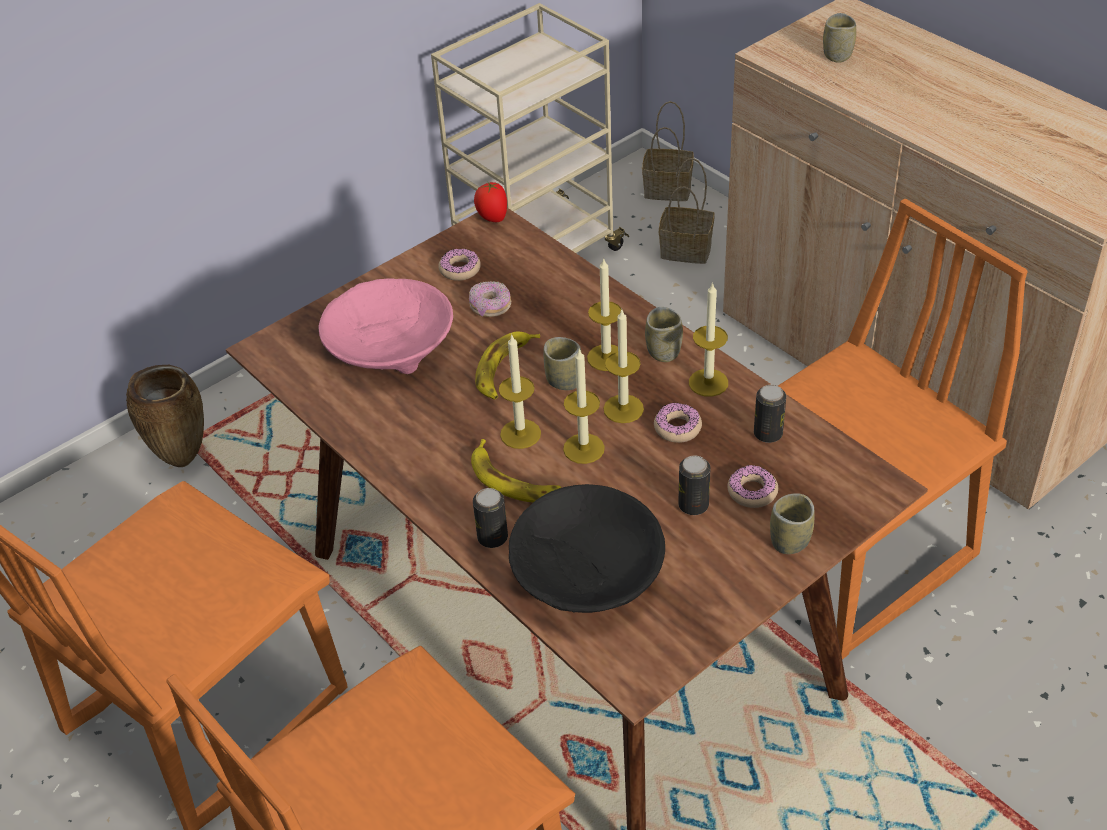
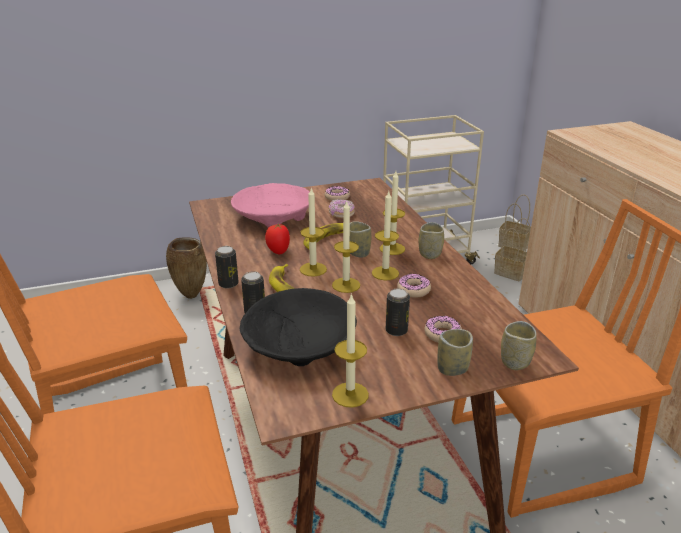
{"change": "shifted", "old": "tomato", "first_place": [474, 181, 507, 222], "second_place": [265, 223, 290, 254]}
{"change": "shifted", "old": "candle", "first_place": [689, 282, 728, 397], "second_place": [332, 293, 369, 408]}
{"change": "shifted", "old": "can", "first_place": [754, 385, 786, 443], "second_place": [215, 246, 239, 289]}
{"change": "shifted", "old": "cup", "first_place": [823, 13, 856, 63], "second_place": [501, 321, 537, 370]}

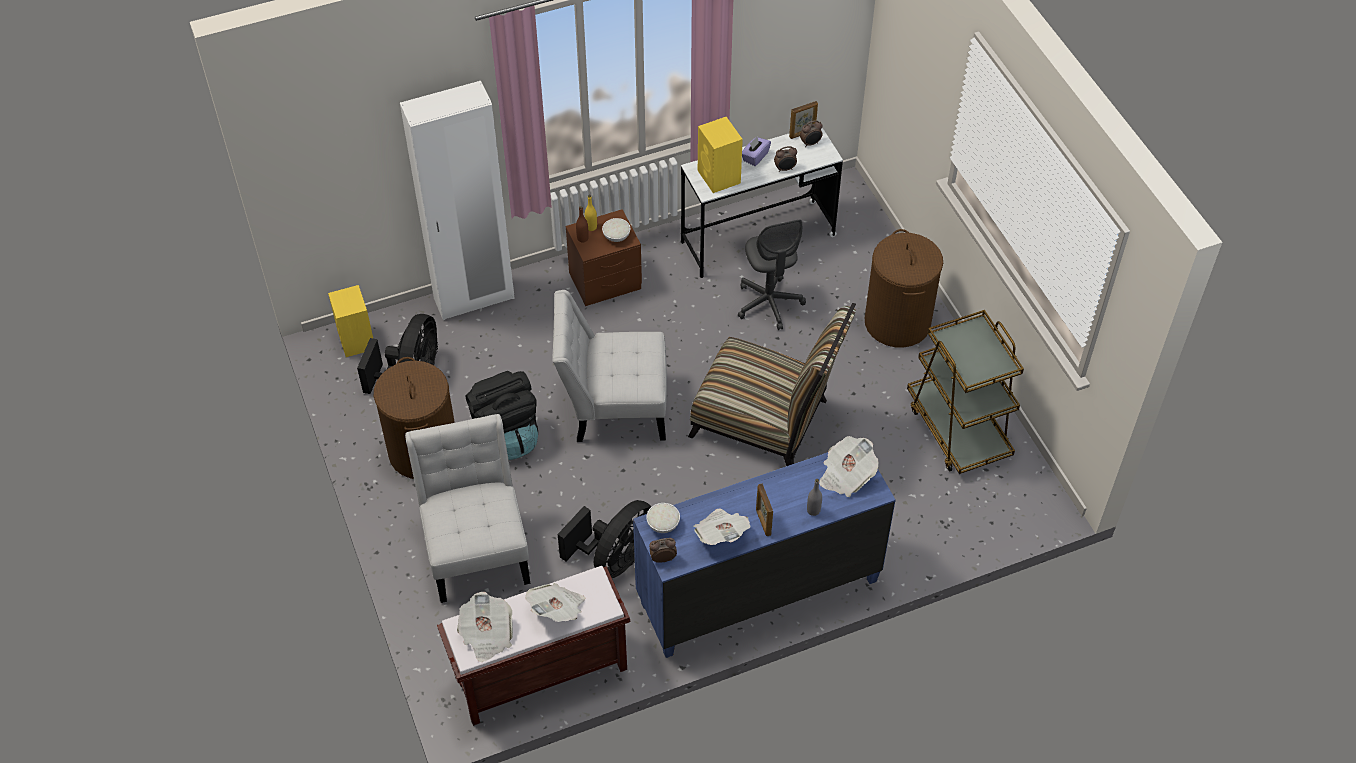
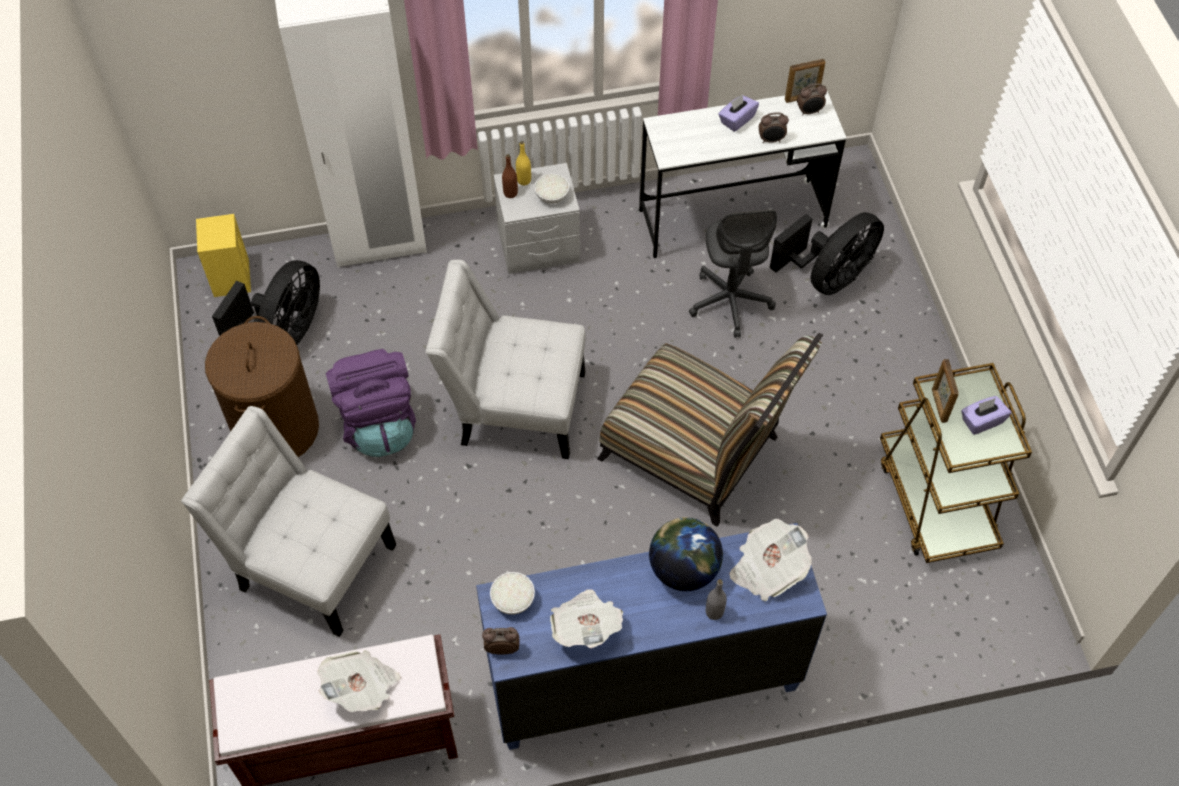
{"change": "rotated", "old": "white chair", "first_place": [405, 414, 530, 603], "second_place": [181, 406, 396, 637], "degrees": -60}
{"change": "gone", "old": "newspaper", "first_place": [457, 592, 513, 662]}
{"change": "repainted", "old": "black backpack", "new": "purple backpack", "first_place": [465, 371, 538, 460], "second_place": [326, 349, 416, 457]}
{"change": "shifted", "old": "black fan", "first_place": [558, 500, 652, 578], "second_place": [770, 212, 884, 295]}
{"change": "repainted", "old": "brown nightstand", "new": "grey nightstand", "first_place": [566, 209, 642, 306], "second_place": [494, 163, 580, 274]}
{"change": "gone", "old": "yellow speaker", "first_place": [698, 117, 743, 193]}
{"change": "shifted", "old": "picture frame", "first_place": [756, 484, 773, 536], "second_place": [932, 359, 959, 423]}
{"change": "gone", "old": "brown laundry basket", "first_place": [865, 229, 943, 347]}
{"change": "new", "new": "globe", "second_place": [649, 517, 723, 591]}
{"change": "new", "new": "purple tissue box", "second_place": [961, 396, 1011, 435]}

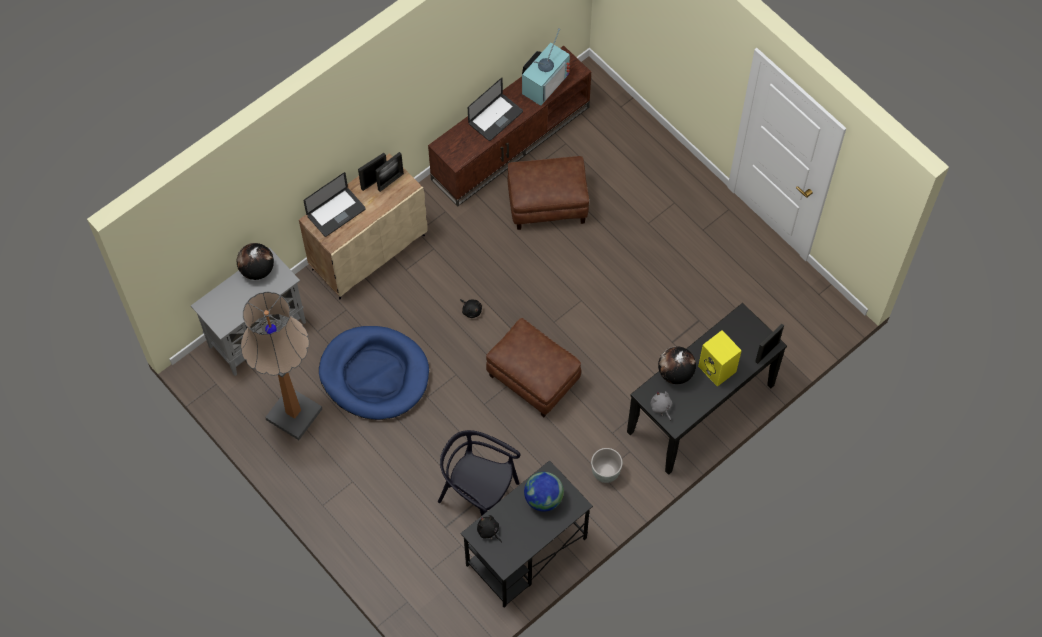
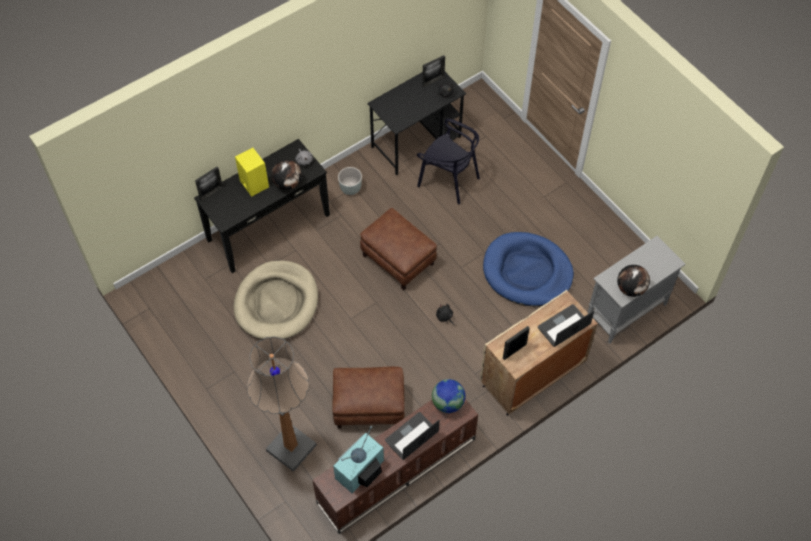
{"change": "shifted", "old": "floor lamp", "first_place": [241, 292, 322, 440], "second_place": [247, 337, 317, 472]}
{"change": "shifted", "old": "picture frame", "first_place": [358, 153, 387, 191], "second_place": [422, 55, 445, 87]}
{"change": "shifted", "old": "globe", "first_place": [524, 472, 564, 512], "second_place": [432, 379, 466, 413]}
{"change": "new", "new": "beige dog bed", "second_place": [234, 260, 318, 340]}

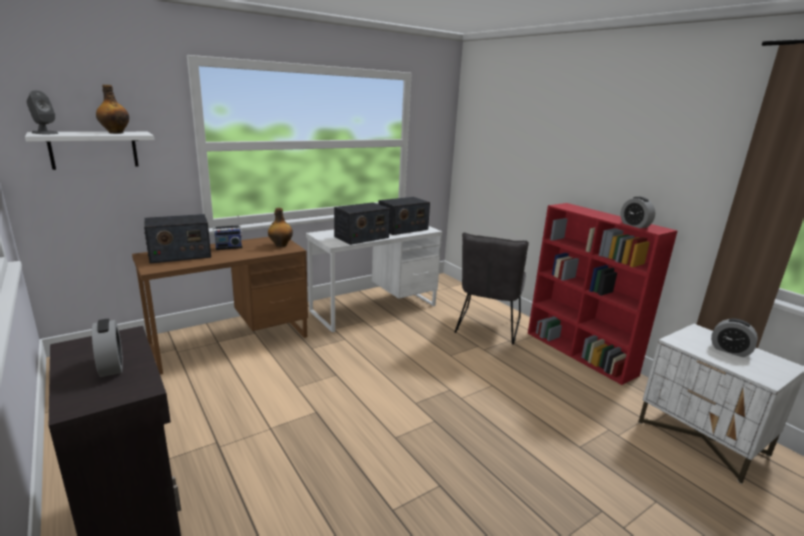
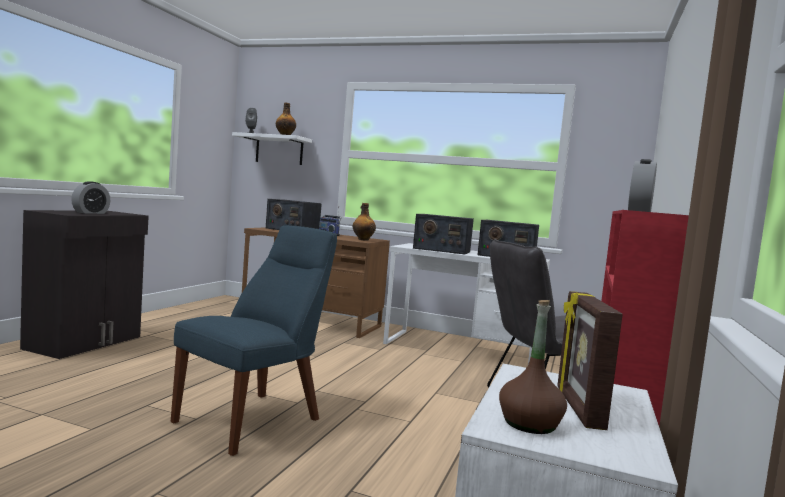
{"change": "swapped", "old": "alarm clock", "new": "picture frame", "first_place": [711, 318, 758, 357], "second_place": [557, 291, 623, 430]}
{"change": "new", "new": "blue chair", "second_place": [171, 225, 337, 456]}
{"change": "new", "new": "brown bottle", "second_place": [499, 300, 567, 434]}

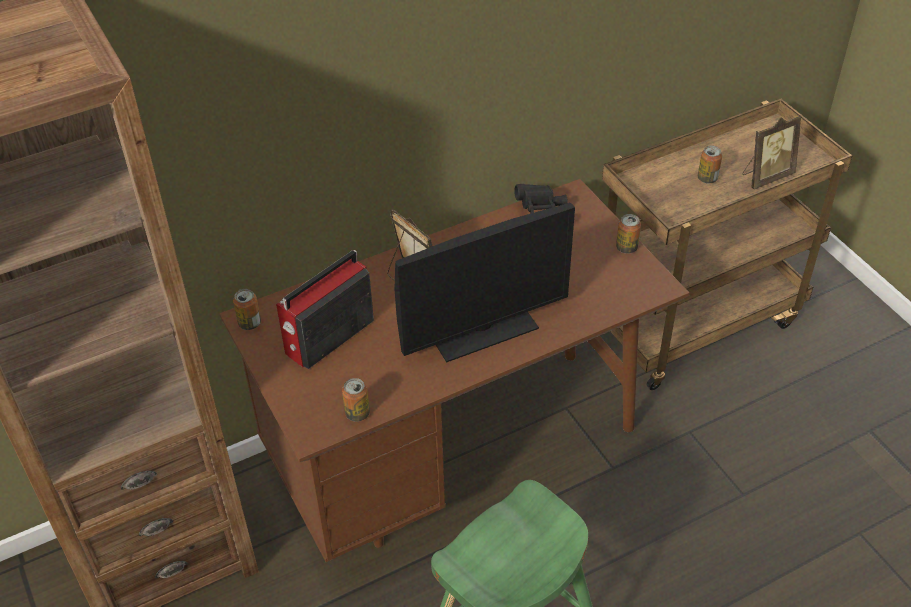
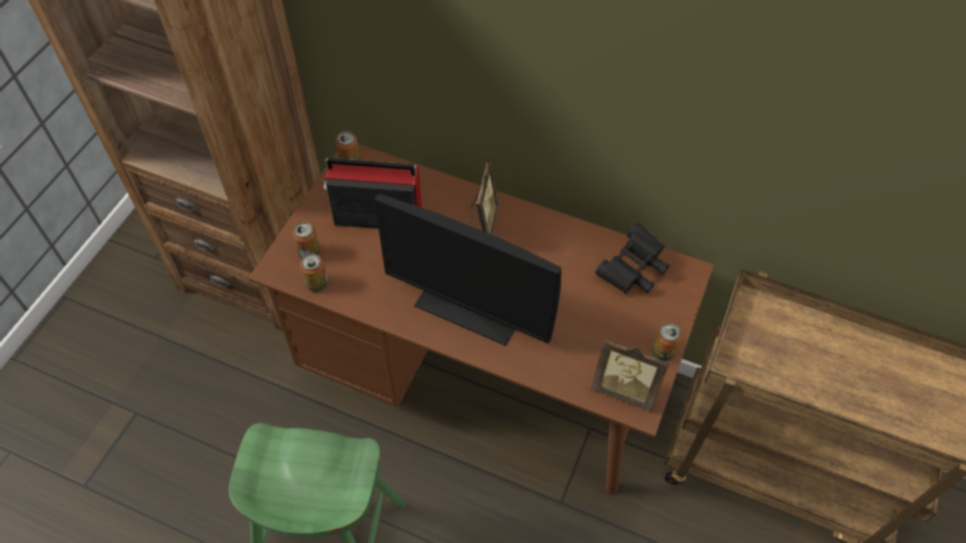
{"change": "shifted", "old": "can", "first_place": [698, 145, 722, 184], "second_place": [293, 222, 320, 258]}
{"change": "shifted", "old": "picture frame", "first_place": [742, 115, 802, 189], "second_place": [591, 338, 670, 412]}

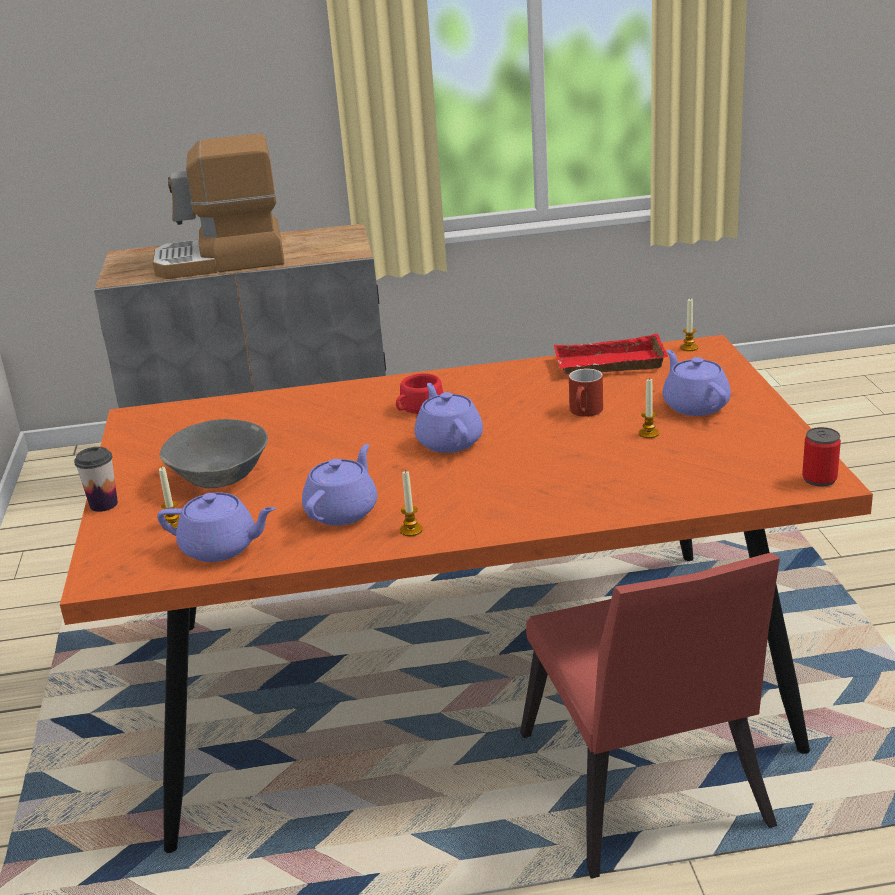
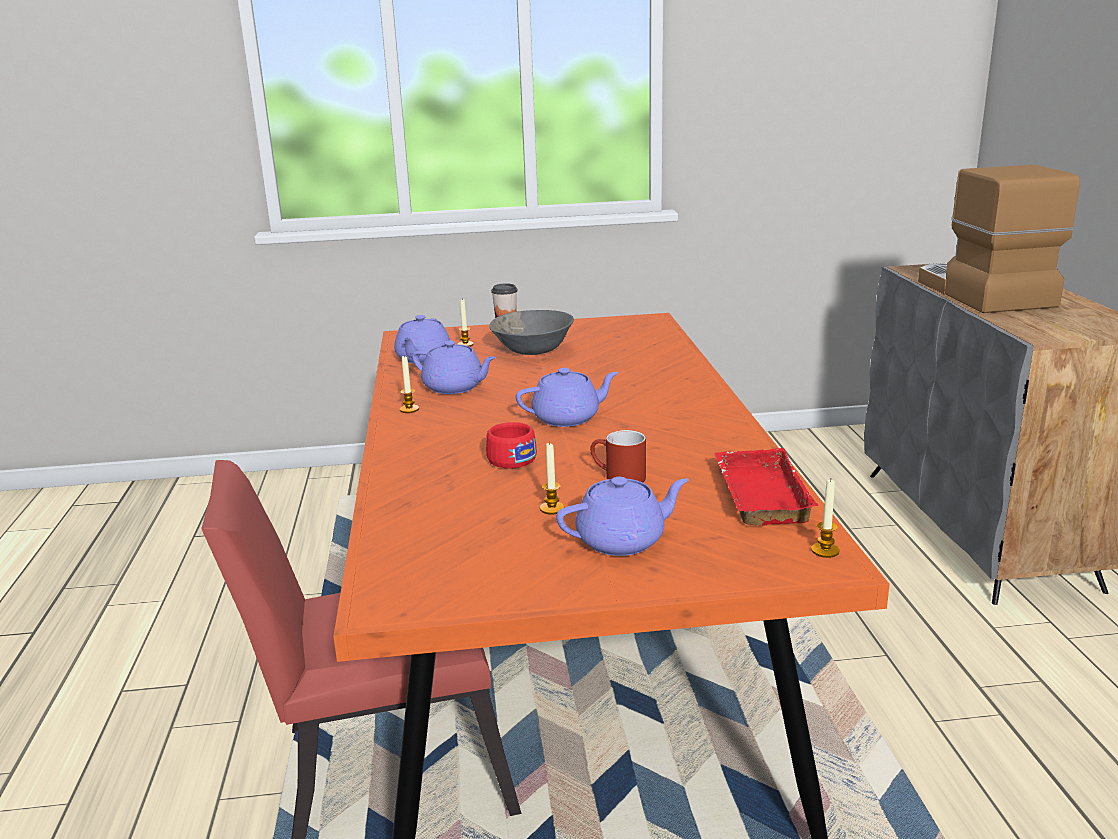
{"change": "shifted", "old": "red cup", "first_place": [396, 373, 443, 414], "second_place": [486, 422, 537, 469]}
{"change": "gone", "old": "can", "first_place": [802, 427, 841, 487]}

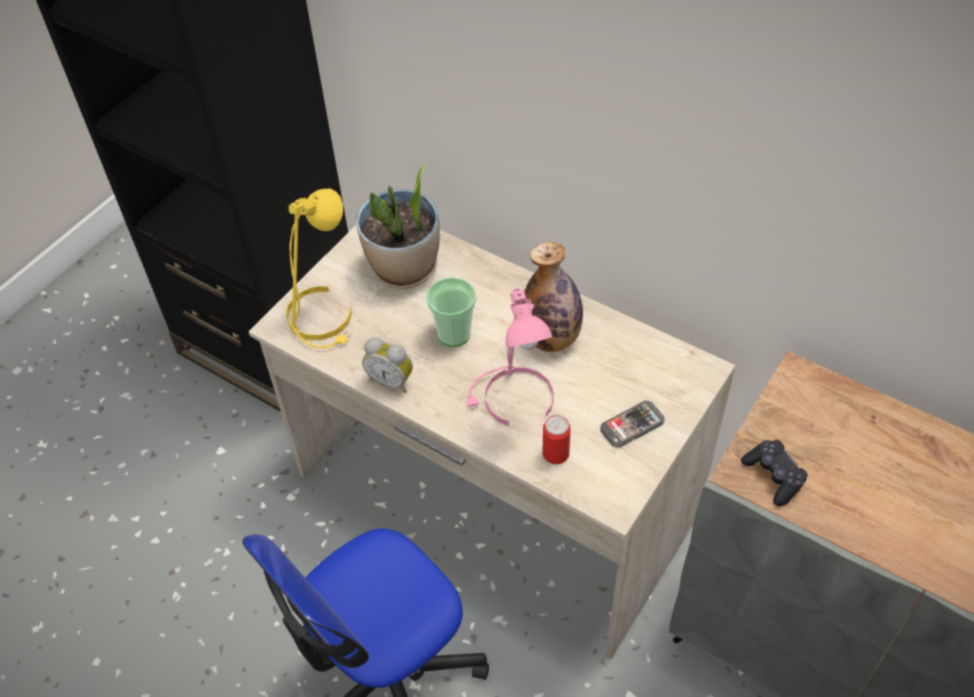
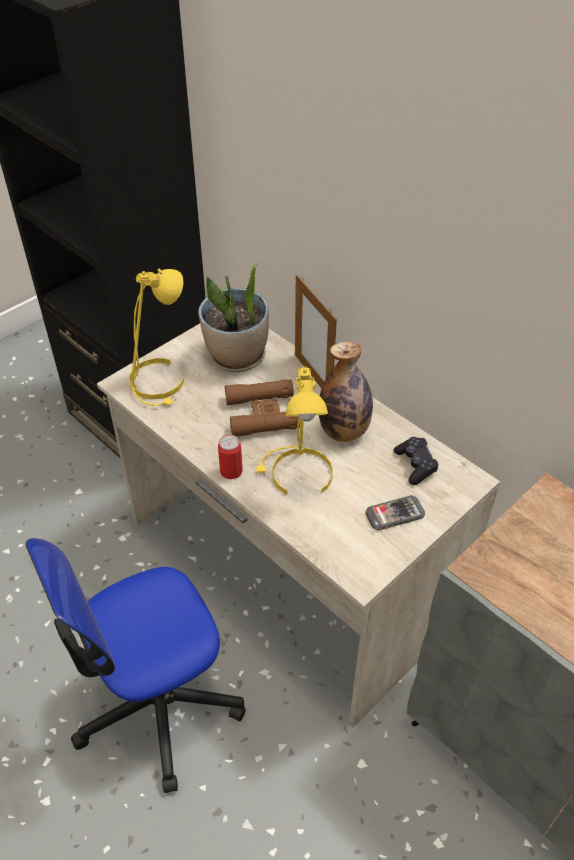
{"change": "gone", "old": "alarm clock", "first_place": [362, 337, 413, 393]}
{"change": "swapped", "old": "cup", "new": "brown binoculars", "first_place": [426, 277, 476, 347], "second_place": [225, 379, 300, 437]}
{"change": "repainted", "old": "pink table lamp", "new": "yellow table lamp", "first_place": [466, 288, 554, 426], "second_place": [256, 366, 333, 495]}
{"change": "shifted", "old": "can", "first_place": [542, 415, 571, 464], "second_place": [218, 435, 243, 479]}
{"change": "shifted", "old": "black game controller", "first_place": [741, 440, 808, 506], "second_place": [393, 437, 439, 485]}
{"change": "new", "new": "picture frame", "second_place": [295, 275, 337, 388]}

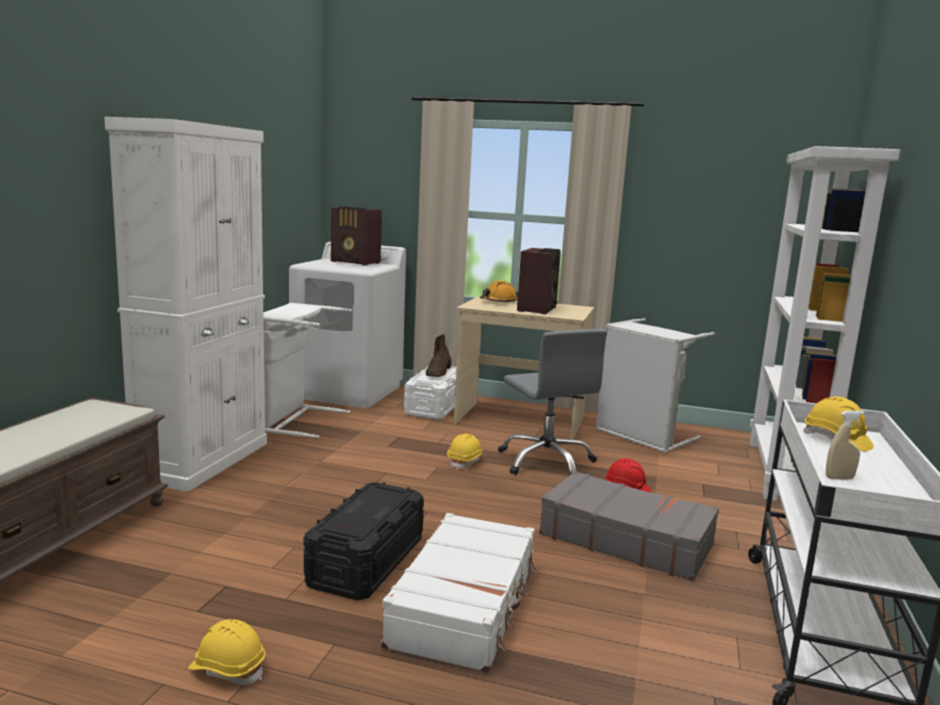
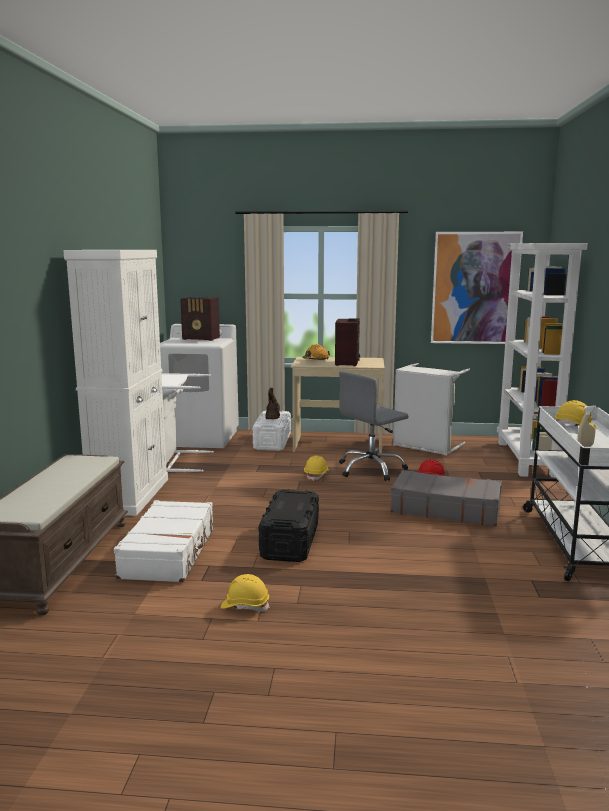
{"change": "shifted", "old": "white suitcase", "first_place": [381, 513, 537, 673], "second_place": [114, 500, 216, 583]}
{"change": "rotated", "old": "grey office chair", "first_place": [498, 329, 607, 475], "second_place": [339, 371, 408, 481], "degrees": 90}
{"change": "new", "new": "picture", "second_place": [431, 232, 523, 344]}

